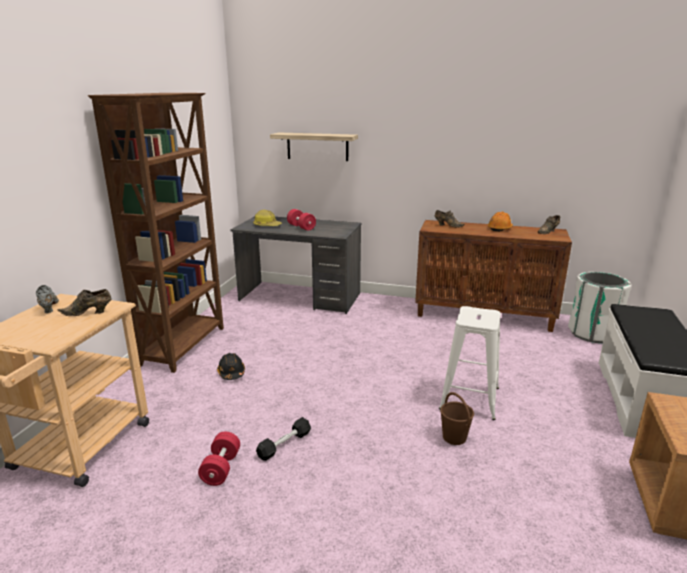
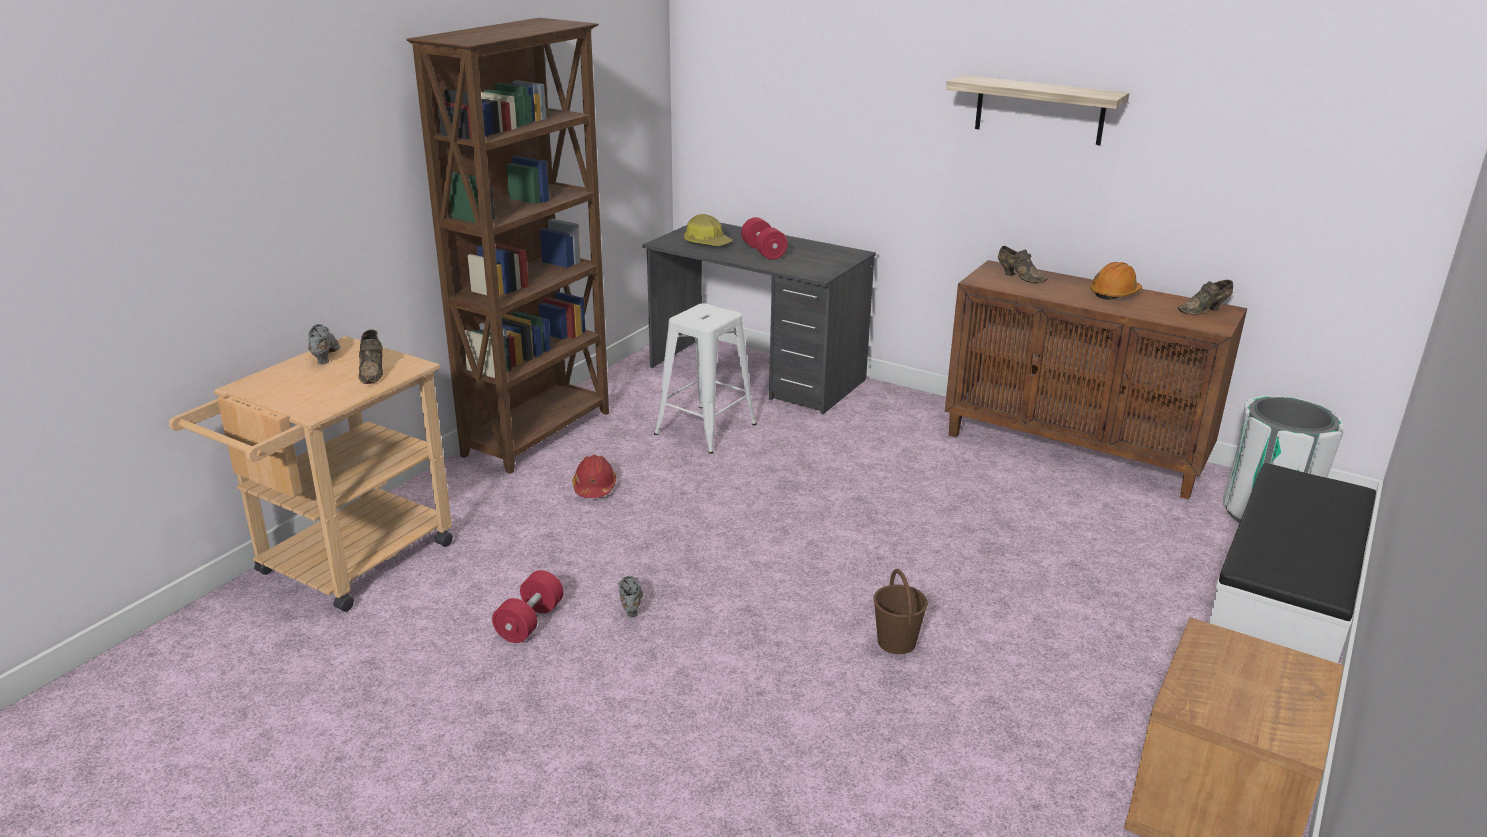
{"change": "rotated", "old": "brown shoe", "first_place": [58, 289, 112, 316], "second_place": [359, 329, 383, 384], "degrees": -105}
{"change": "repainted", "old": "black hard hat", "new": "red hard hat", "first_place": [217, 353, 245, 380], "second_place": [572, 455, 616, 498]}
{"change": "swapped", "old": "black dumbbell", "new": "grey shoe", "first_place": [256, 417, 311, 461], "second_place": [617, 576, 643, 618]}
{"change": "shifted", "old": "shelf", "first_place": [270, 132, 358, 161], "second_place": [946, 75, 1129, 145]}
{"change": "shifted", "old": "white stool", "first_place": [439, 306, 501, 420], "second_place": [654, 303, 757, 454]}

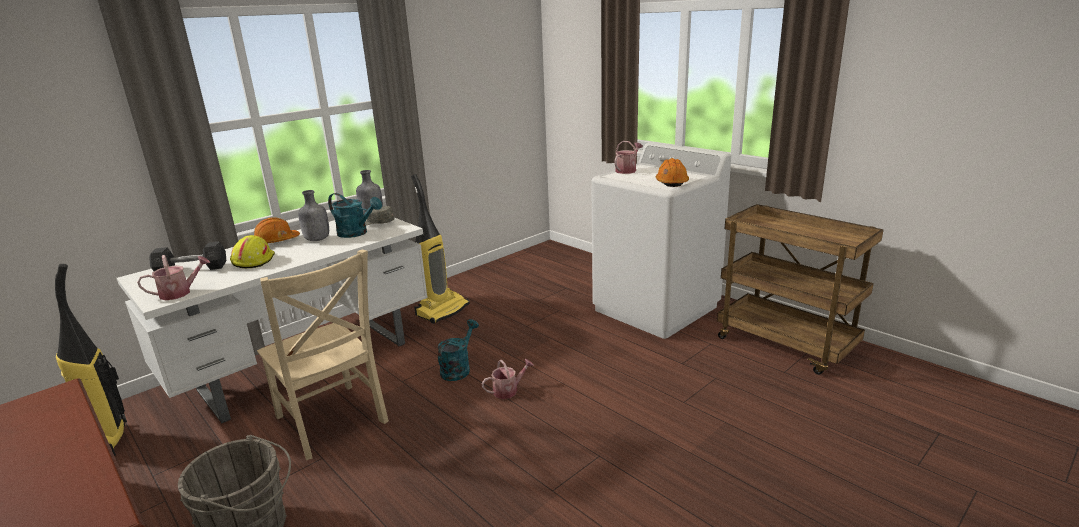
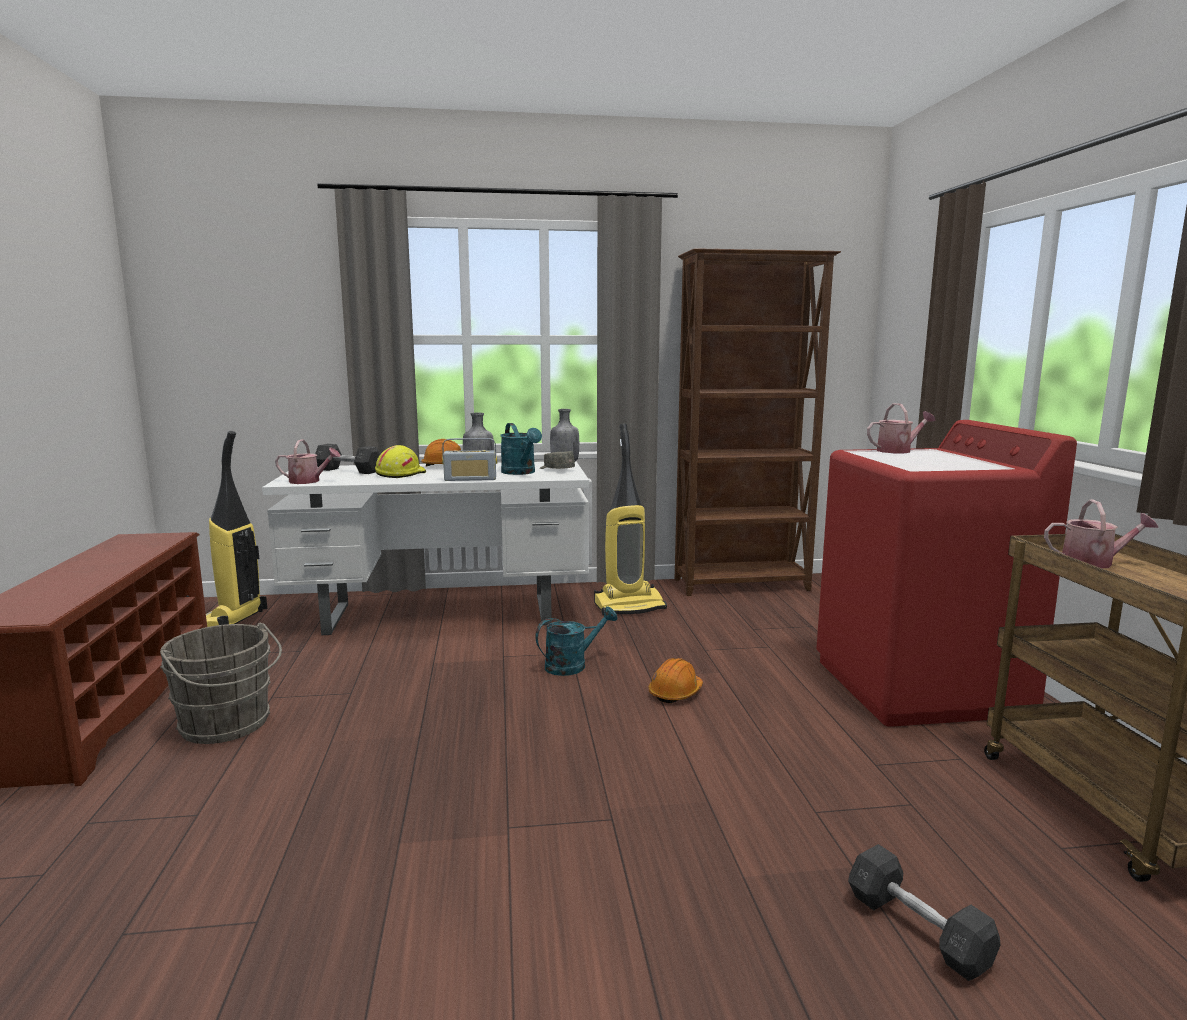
{"change": "gone", "old": "beige chair", "first_place": [257, 249, 389, 460]}
{"change": "shifted", "old": "watering can", "first_place": [482, 359, 534, 399], "second_place": [1044, 499, 1158, 568]}
{"change": "repainted", "old": "white washing machine", "new": "red washing machine", "first_place": [591, 142, 731, 339], "second_place": [816, 420, 1077, 727]}
{"change": "shifted", "old": "orange hard hat", "first_place": [656, 158, 689, 187], "second_place": [649, 658, 703, 703]}
{"change": "new", "new": "radio", "second_place": [442, 438, 497, 481]}
{"change": "new", "new": "brown bookcase", "second_place": [675, 248, 841, 596]}
{"change": "new", "new": "grey dumbbell", "second_place": [848, 844, 1001, 981]}

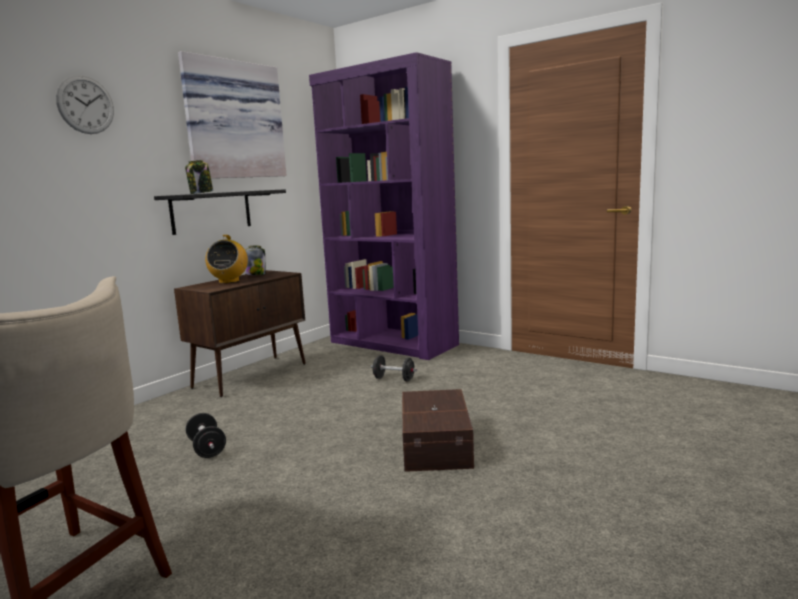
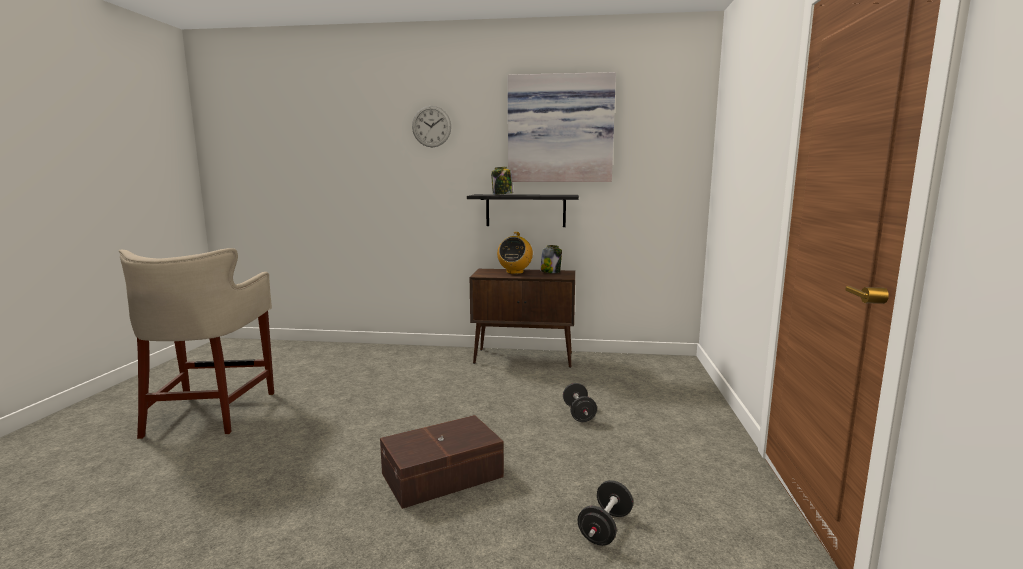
{"change": "shifted", "old": "black dumbbell", "first_place": [185, 413, 226, 458], "second_place": [578, 480, 633, 546]}
{"change": "rotated", "old": "radio", "first_place": [205, 235, 248, 283], "second_place": [497, 232, 533, 274], "degrees": -45}
{"change": "gone", "old": "purple bookcase", "first_place": [309, 52, 459, 360]}

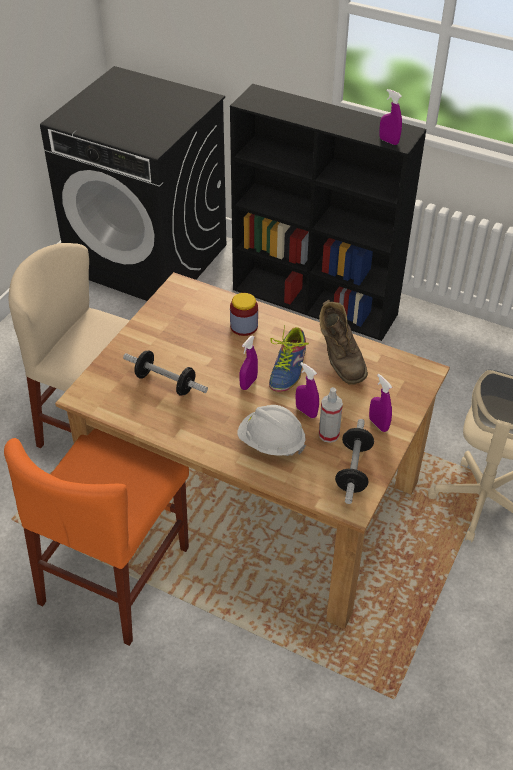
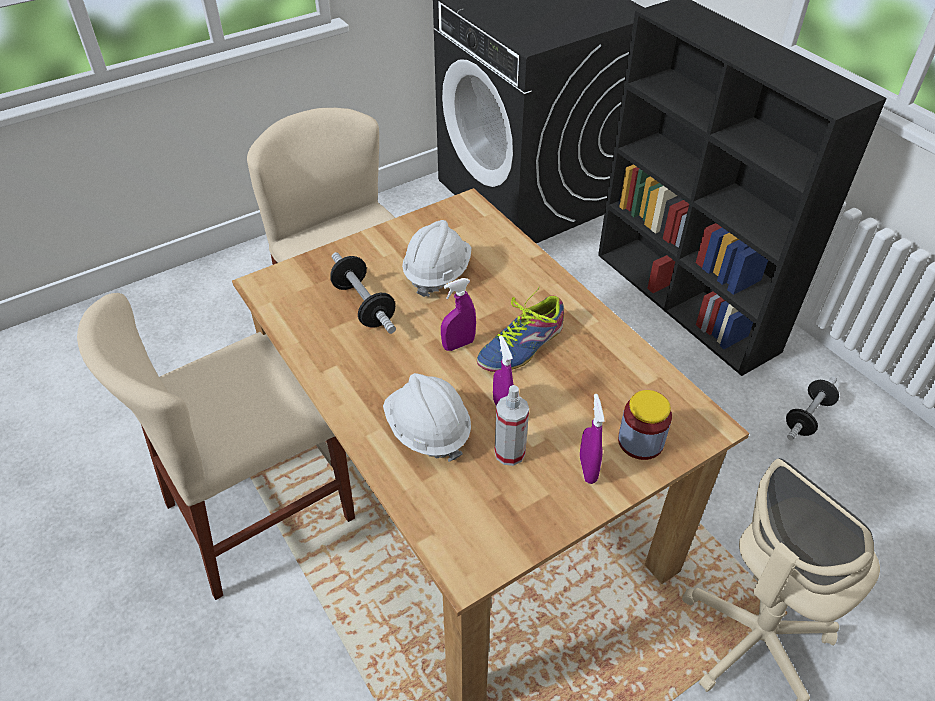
{"change": "repainted", "old": "orange chair", "new": "beige chair", "first_place": [4, 428, 189, 646], "second_place": [77, 293, 355, 600]}
{"change": "shifted", "old": "jar", "first_place": [230, 293, 258, 336], "second_place": [618, 390, 672, 460]}
{"change": "gone", "old": "brown boot", "first_place": [319, 300, 368, 384]}
{"change": "shifted", "old": "dumbbell", "first_place": [335, 419, 374, 504], "second_place": [786, 376, 839, 440]}
{"change": "gone", "old": "purple spray bottle", "first_place": [379, 89, 402, 145]}
{"change": "new", "new": "white hard hat", "second_place": [402, 220, 471, 297]}

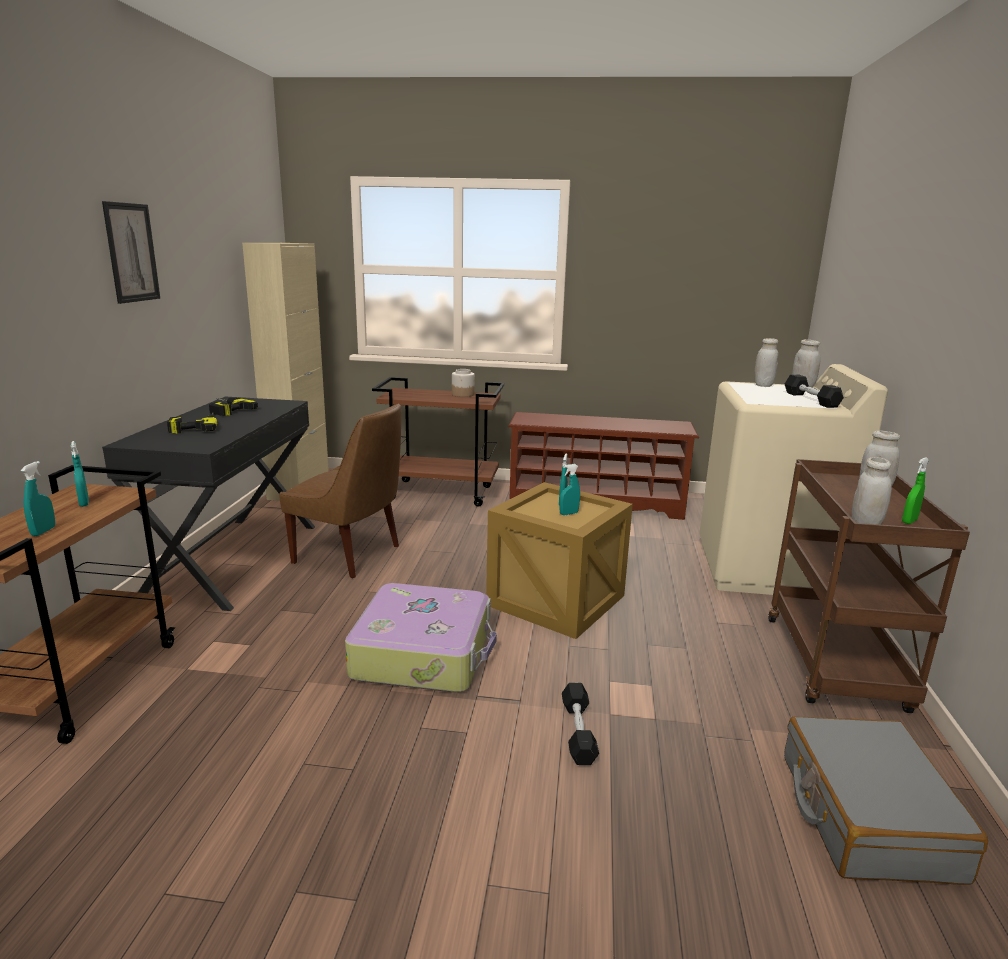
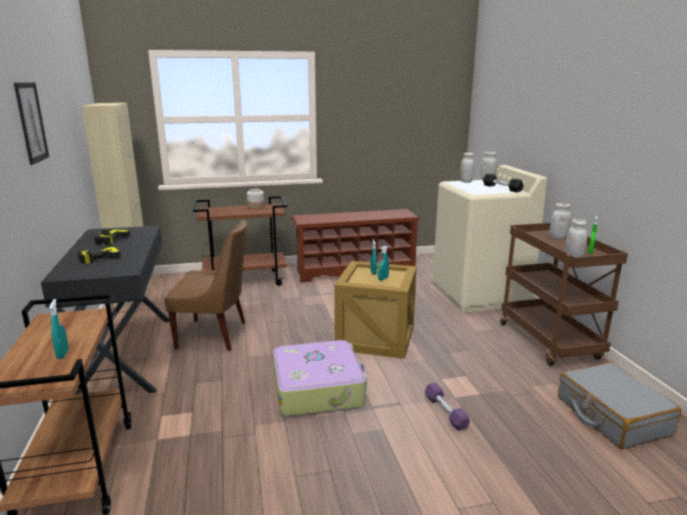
{"change": "gone", "old": "turquoise spray bottle", "first_place": [71, 441, 89, 507]}
{"change": "repainted", "old": "black dumbbell", "new": "purple dumbbell", "first_place": [562, 683, 599, 765], "second_place": [424, 383, 470, 431]}

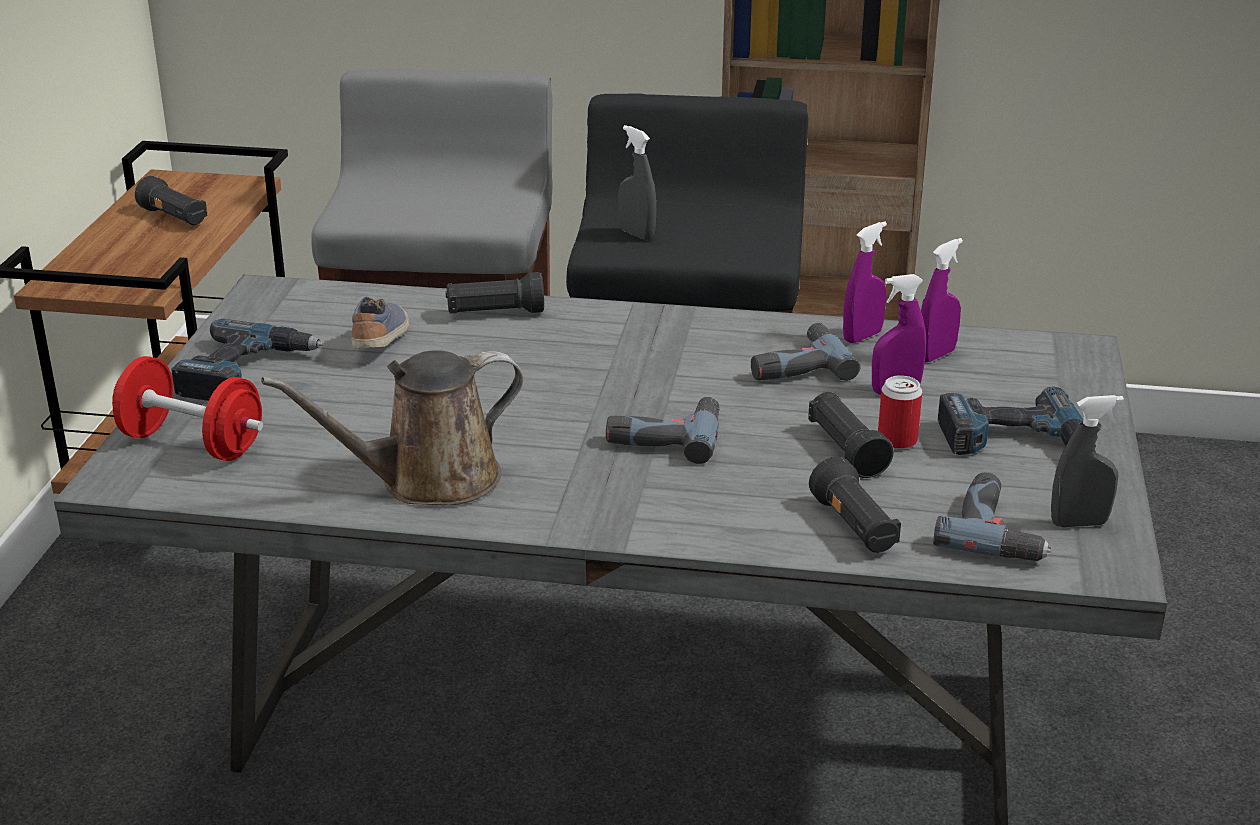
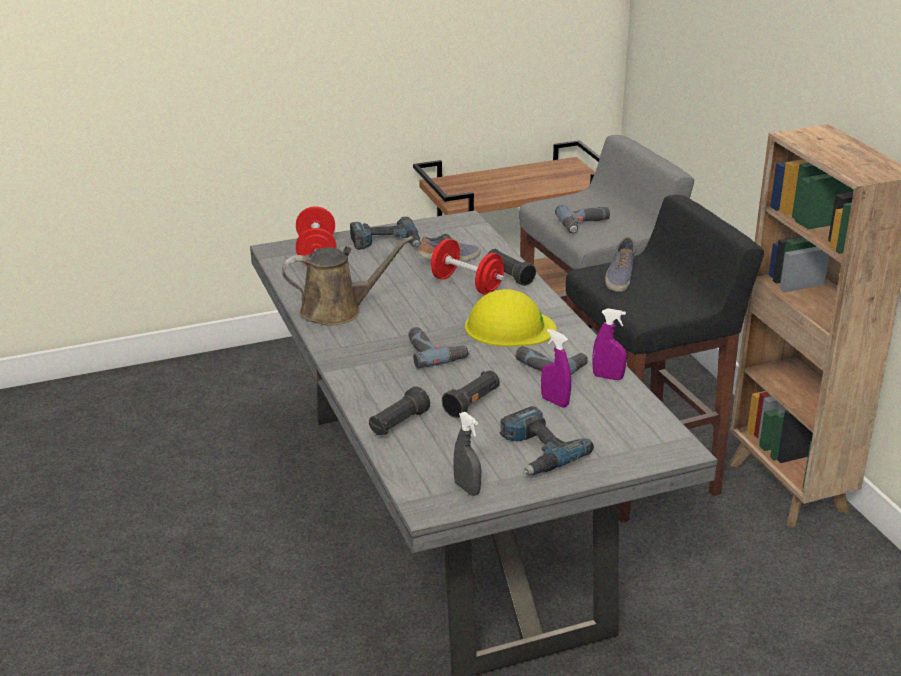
{"change": "gone", "old": "black flashlight", "first_place": [135, 176, 208, 225]}
{"change": "rotated", "old": "brown watering can", "first_place": [261, 350, 523, 505], "second_place": [282, 236, 413, 325], "degrees": 135}
{"change": "swapped", "old": "grey spray bottle", "new": "shoe", "first_place": [618, 125, 656, 240], "second_place": [605, 237, 636, 292]}
{"change": "gone", "old": "can", "first_place": [878, 375, 922, 449]}
{"change": "gone", "old": "purple spray bottle", "first_place": [921, 238, 963, 362]}
{"change": "shifted", "old": "power drill", "first_place": [933, 472, 1051, 561], "second_place": [555, 205, 610, 233]}
{"change": "new", "new": "red dumbbell", "second_place": [431, 238, 505, 295]}
{"change": "new", "new": "yellow hard hat", "second_place": [465, 289, 556, 347]}

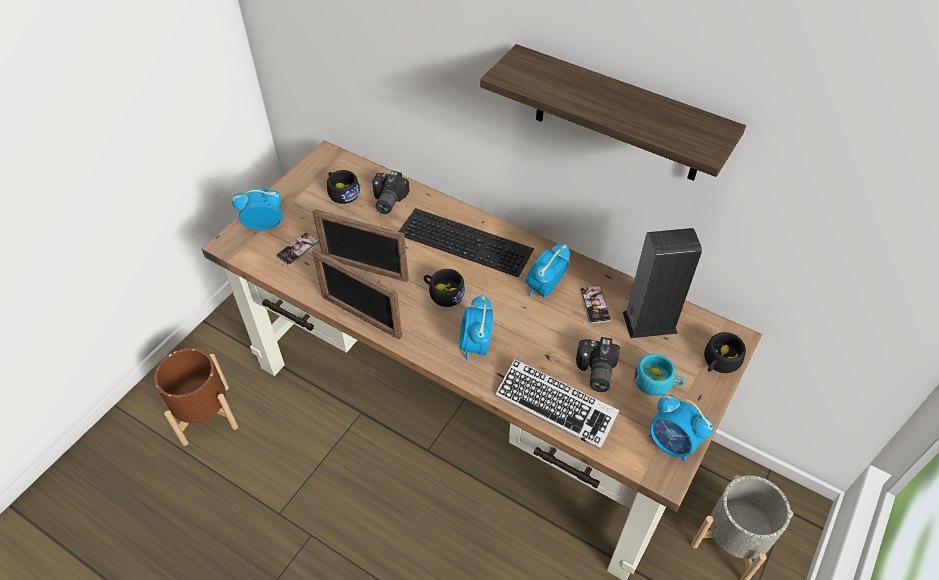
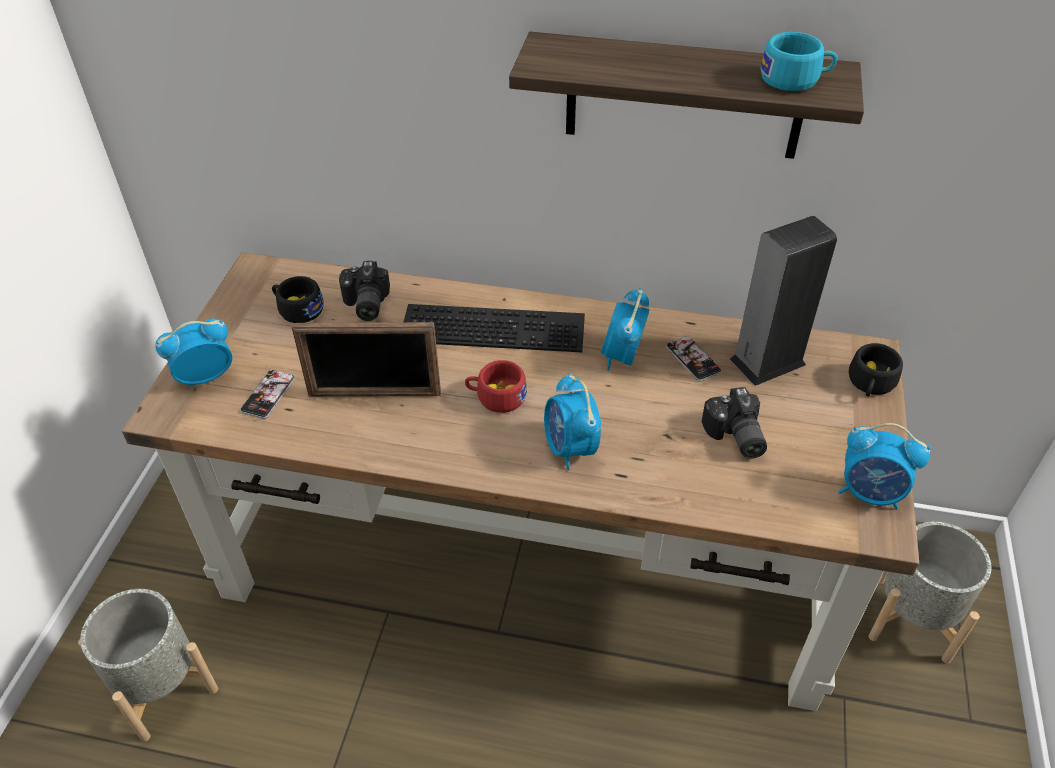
{"change": "repainted", "old": "brown planter", "new": "grey planter", "first_place": [154, 348, 238, 446], "second_place": [78, 589, 218, 742]}
{"change": "gone", "old": "picture frame", "first_place": [312, 249, 402, 339]}
{"change": "repainted", "old": "black cup", "new": "red cup", "first_place": [424, 269, 465, 307], "second_place": [465, 360, 527, 413]}
{"change": "gone", "old": "keyboard", "first_place": [496, 359, 619, 449]}
{"change": "shifted", "old": "turquoise cup", "first_place": [634, 354, 685, 396], "second_place": [760, 32, 838, 91]}

